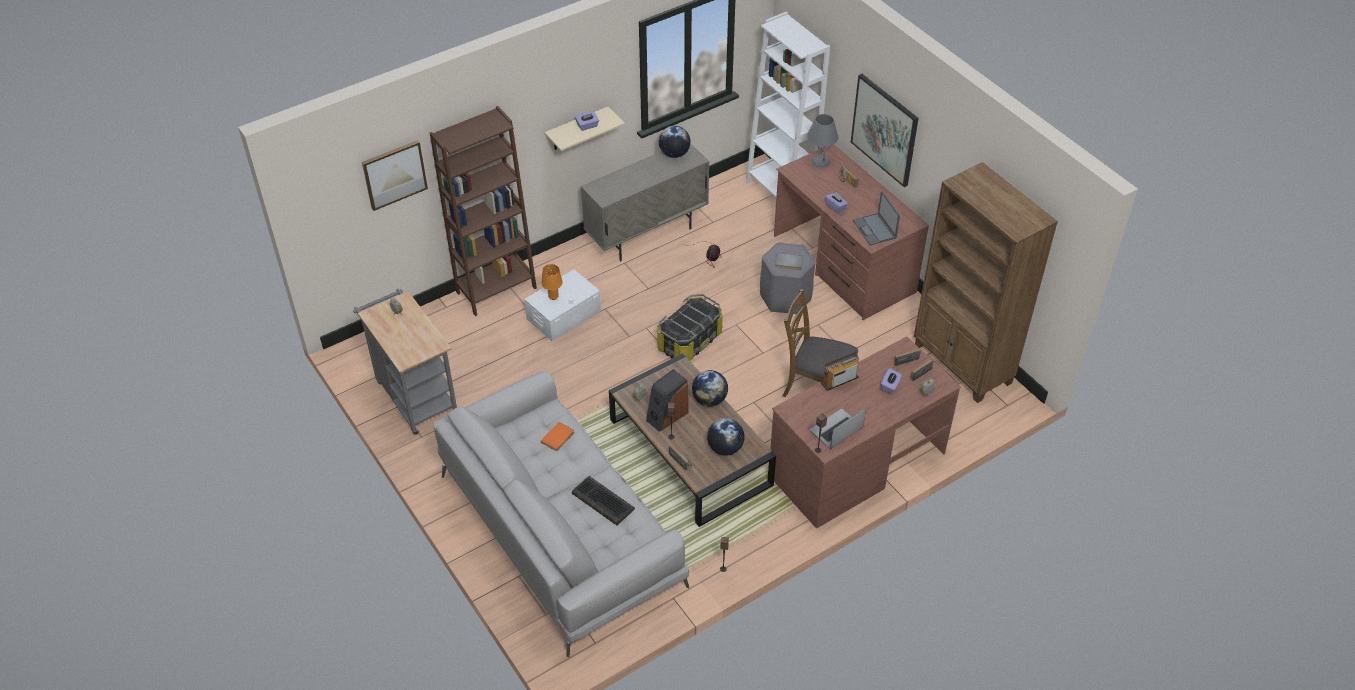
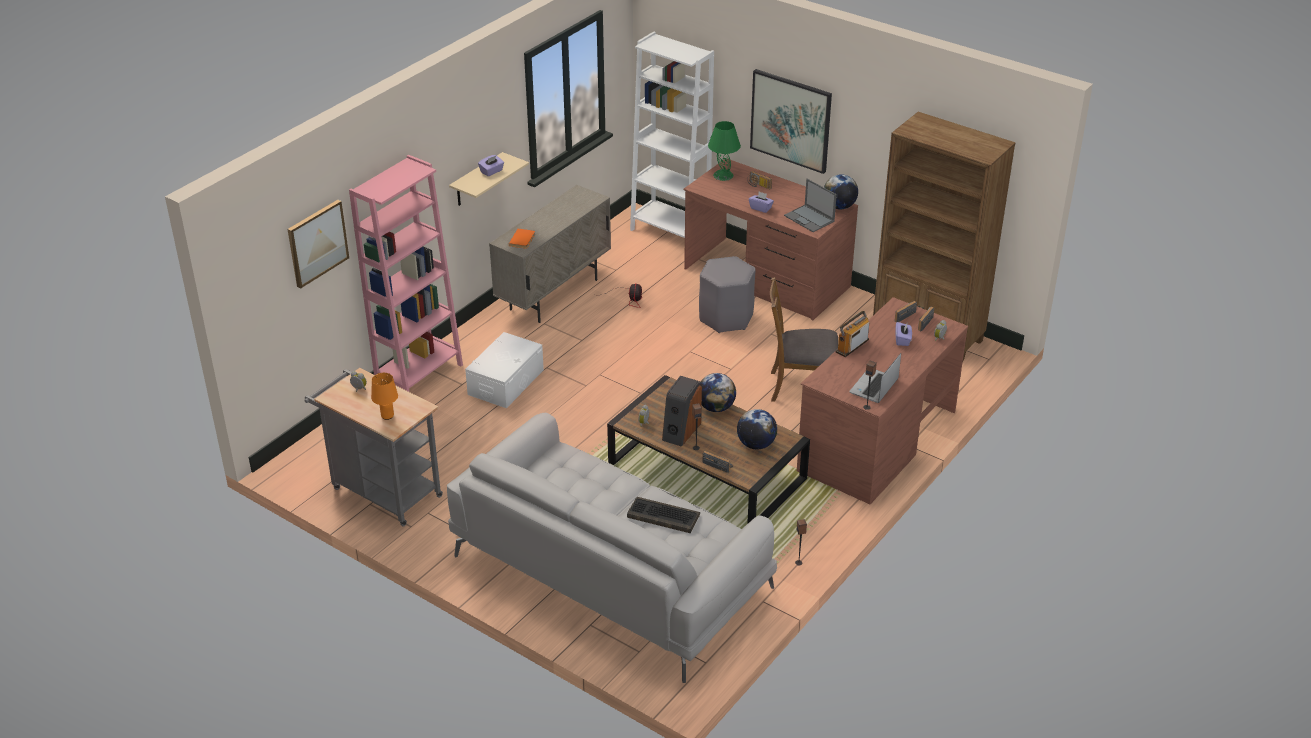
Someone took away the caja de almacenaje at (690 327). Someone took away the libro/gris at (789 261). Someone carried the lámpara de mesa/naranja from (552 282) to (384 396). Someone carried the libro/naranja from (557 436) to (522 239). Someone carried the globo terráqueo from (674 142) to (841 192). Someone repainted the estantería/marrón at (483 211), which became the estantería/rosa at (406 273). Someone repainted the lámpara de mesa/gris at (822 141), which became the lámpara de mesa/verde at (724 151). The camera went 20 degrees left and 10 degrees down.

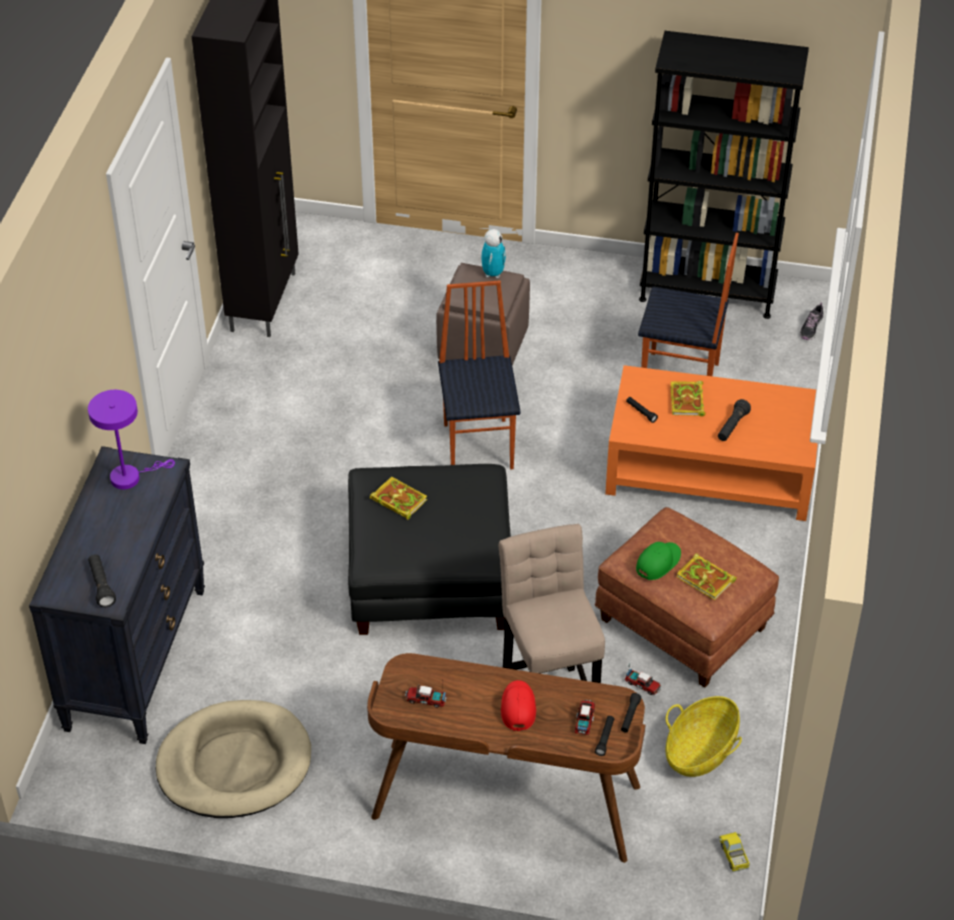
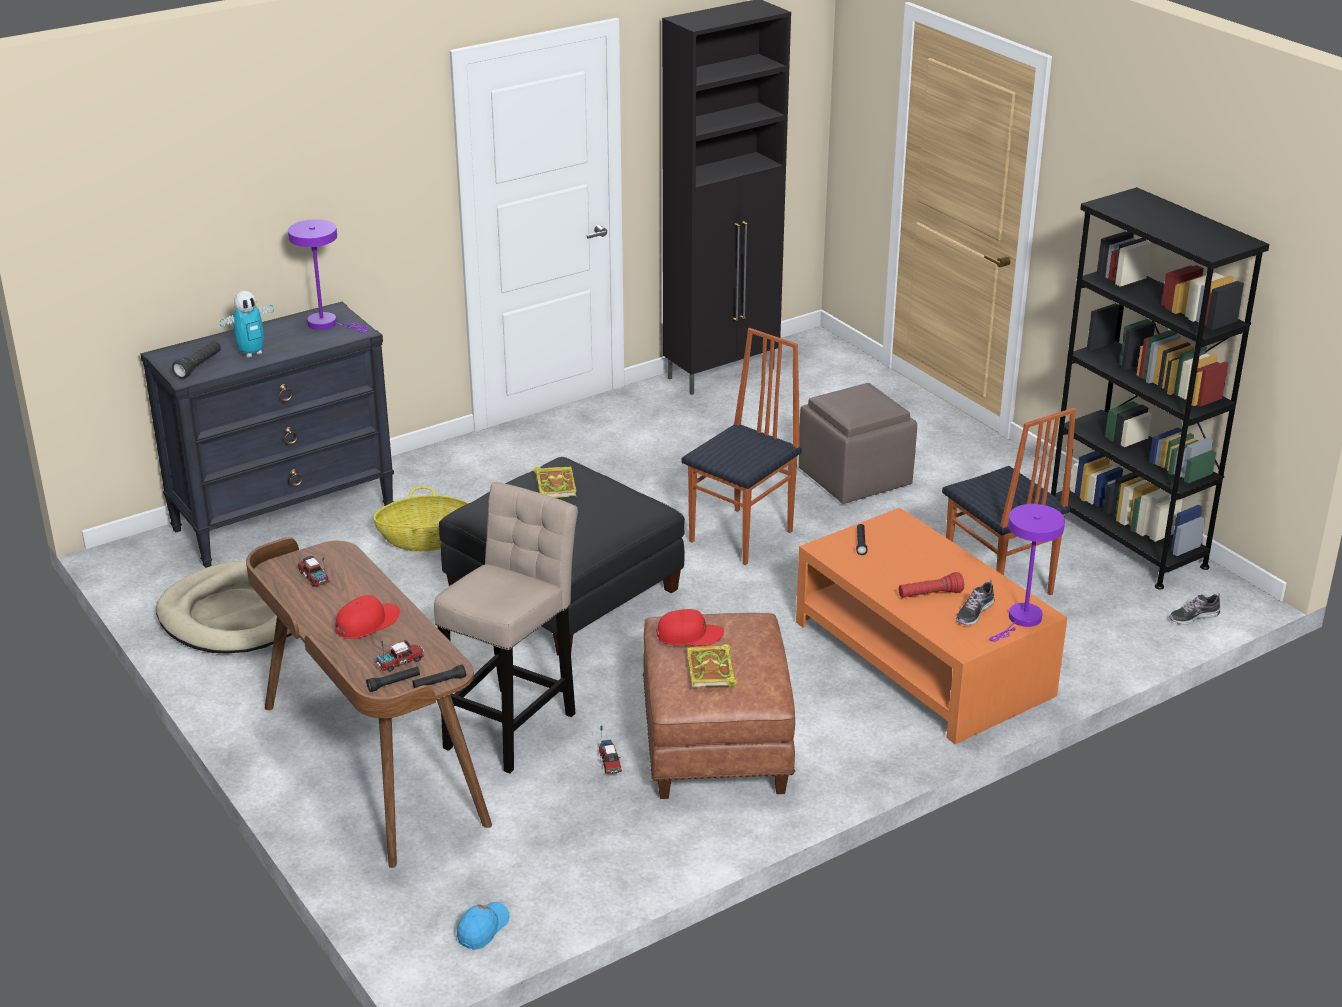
Someone took away the libro at (688 399). Someone put down the zapato at (975 602). Someone put down the lámpara de mesa/morado at (1027 573). Someone carried the robot de juguete from (493 253) to (247 324). Someone carried the cesta from (704 736) to (421 519). Someone swapped the camión de juguete at (734 852) for the gorra/azul at (483 926). Someone repainted the gorra/verde at (658 561), which became the gorra/rojo at (690 627). Someone repainted the linterna/negro at (734 420), which became the linterna/rojo at (931 585). The camera went 45 degrees right and 15 degrees down.

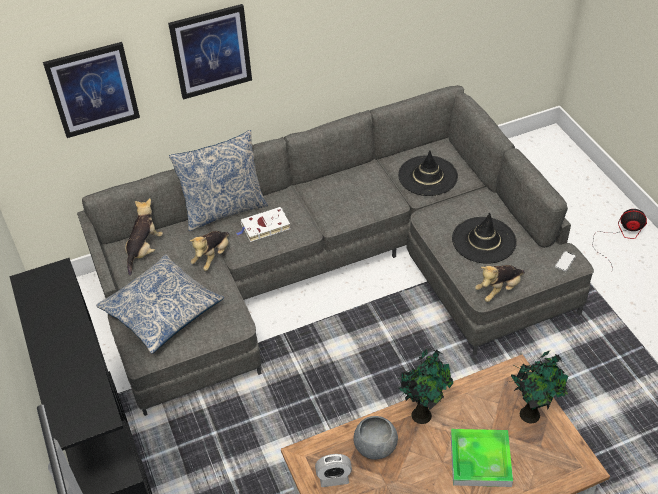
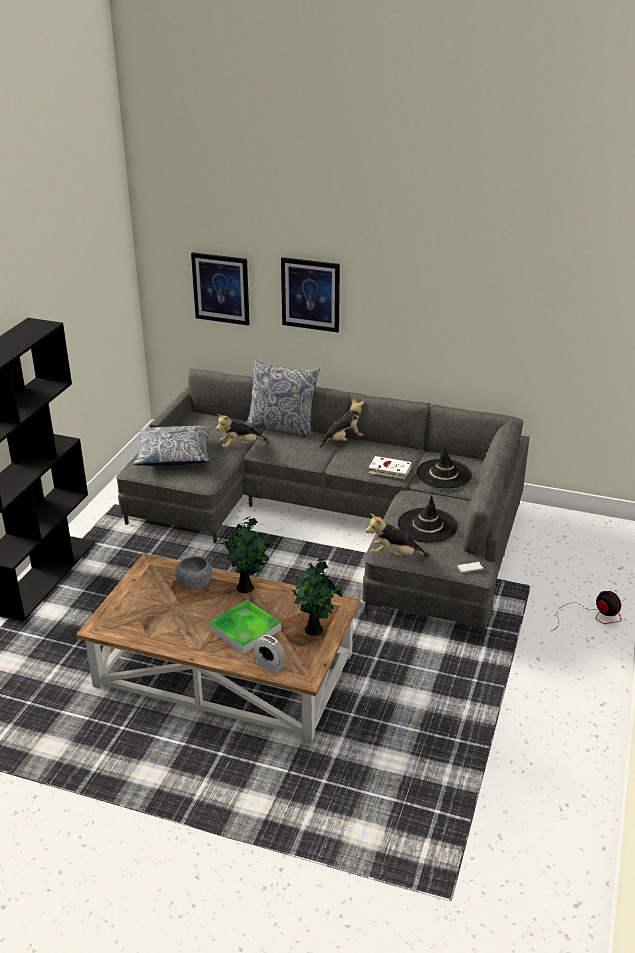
Someone carried the peluche from (144 237) to (341 423). Someone carried the libro/blanco from (264 224) to (388 467). Someone carried the despertador from (333 470) to (269 654). The camera went 40 degrees right and 15 degrees down.

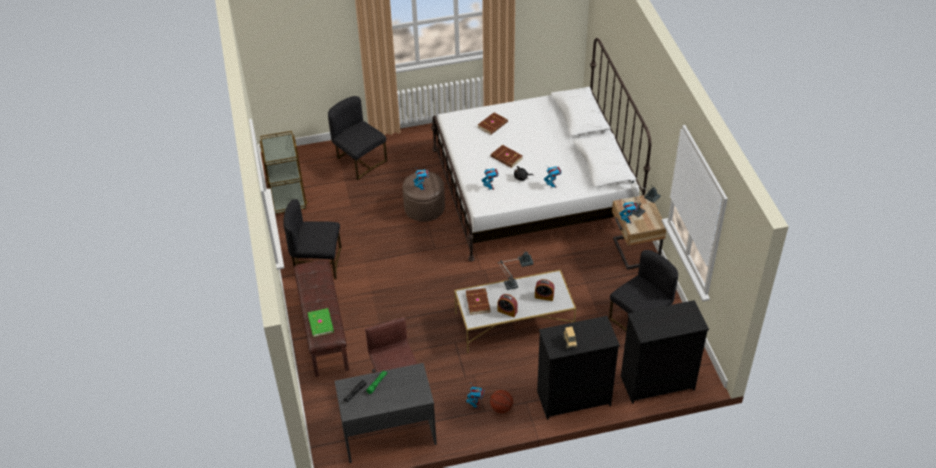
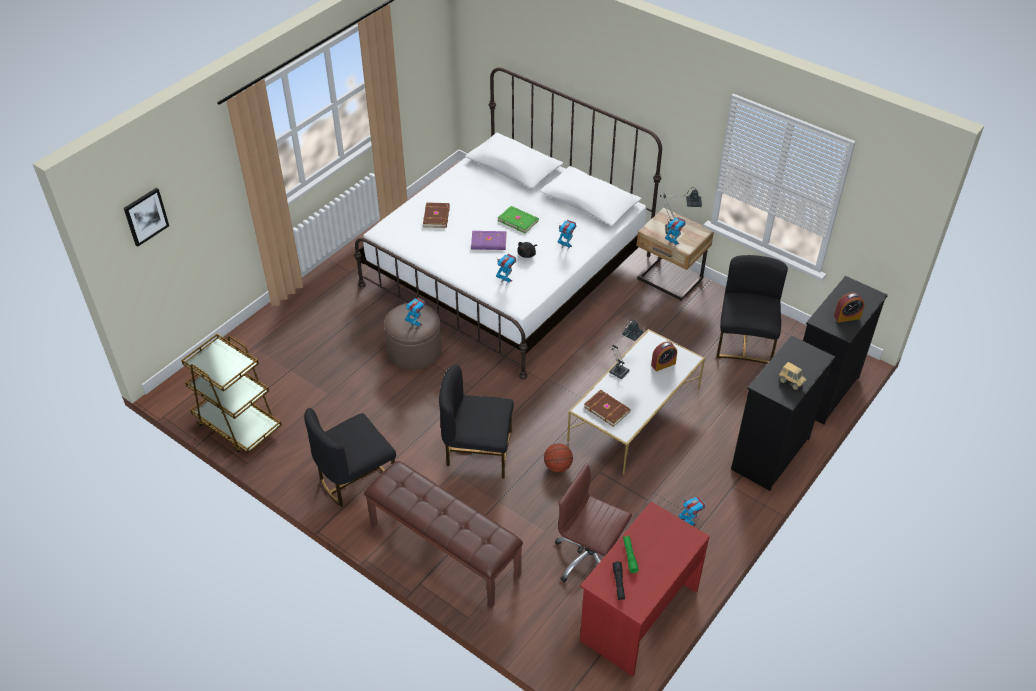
Someone put up the cuadro at (146 217). Someone carried the libro/verde from (321 322) to (518 219). Someone carried the silla/negro from (357 138) to (476 422). Someone carried the balón de baloncesto from (501 401) to (558 457). Someone carried the despertador from (508 305) to (849 308). Someone repainted the escritorio/gris at (385 413), which became the escritorio/rojo at (645 589). Someone repainted the libro/marrón at (507 156), which became the libro/morado at (488 240). The camera went 40 degrees left and 0 degrees up.

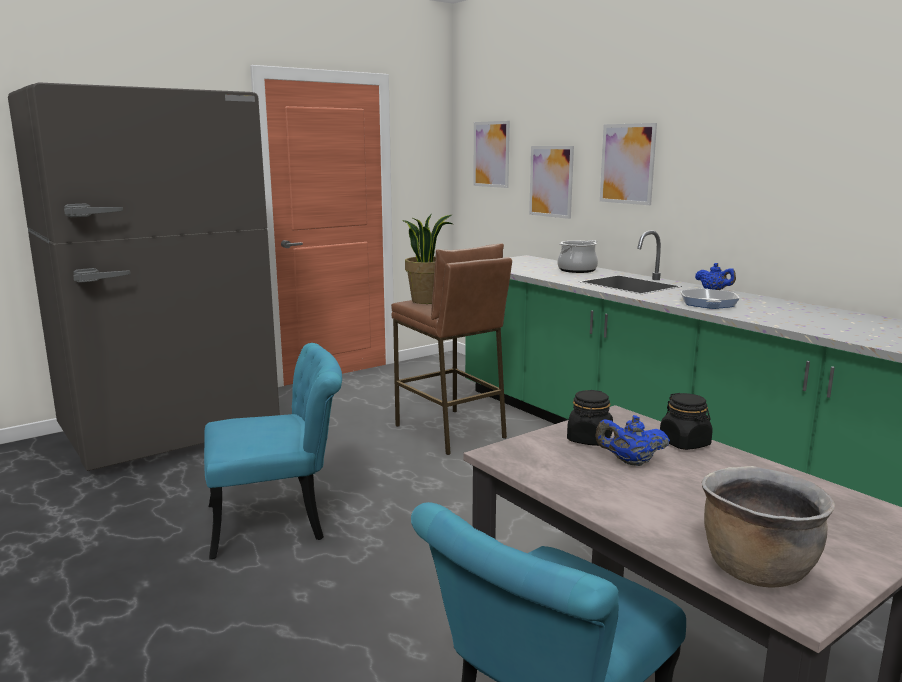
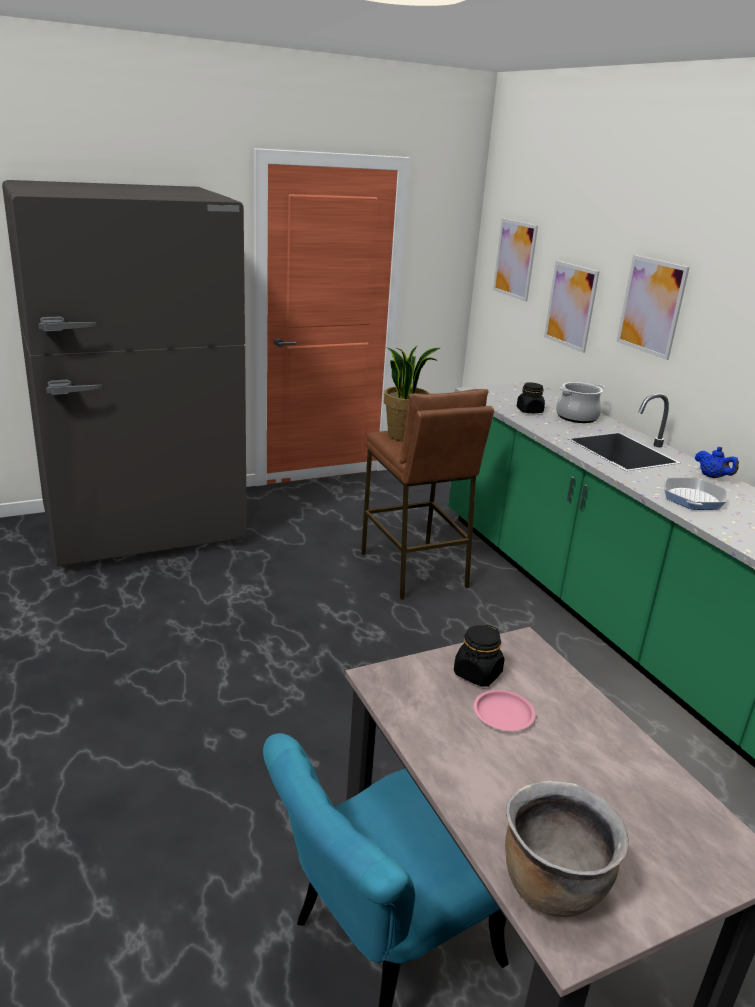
Someone took away the silla/turquesa at (273 451). Someone carried the tarro/negro from (686 421) to (531 397). Someone swapped the tetera/azul at (632 440) for the plato/rosa at (504 710). The camera went 10 degrees right and 10 degrees up.

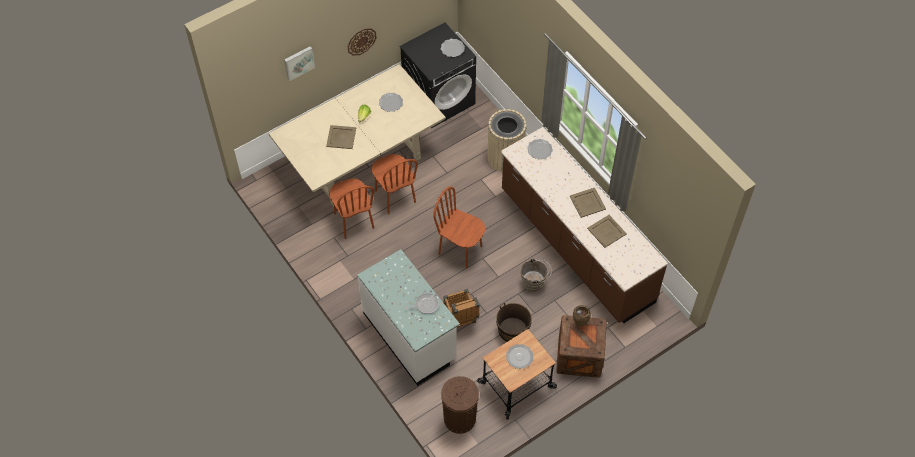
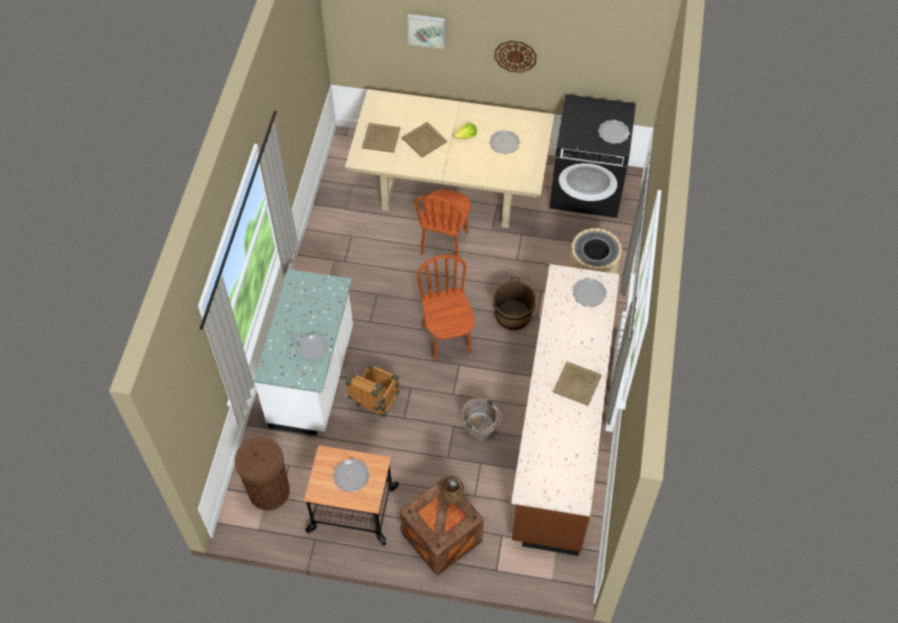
Someone took away the silla/marrón at (351 208). Someone carried the cubo/marrón from (513 322) to (514 304). Someone carried the bandeja/beis from (607 231) to (381 138). The camera went 45 degrees right and 0 degrees up.

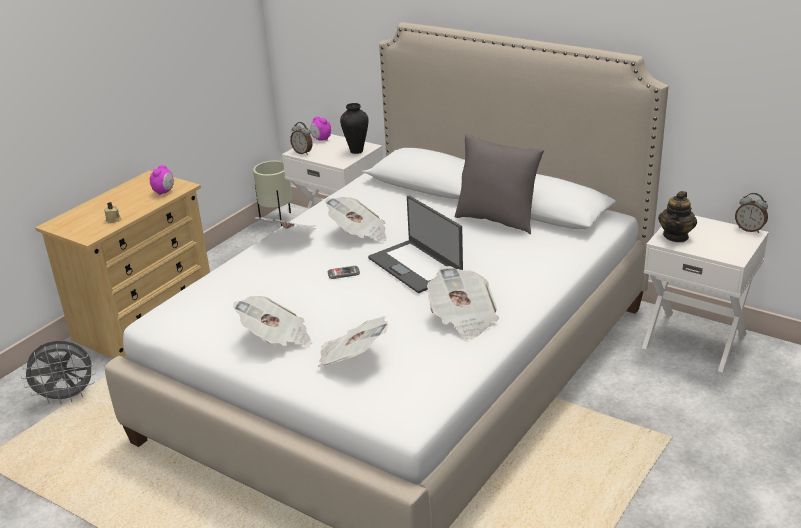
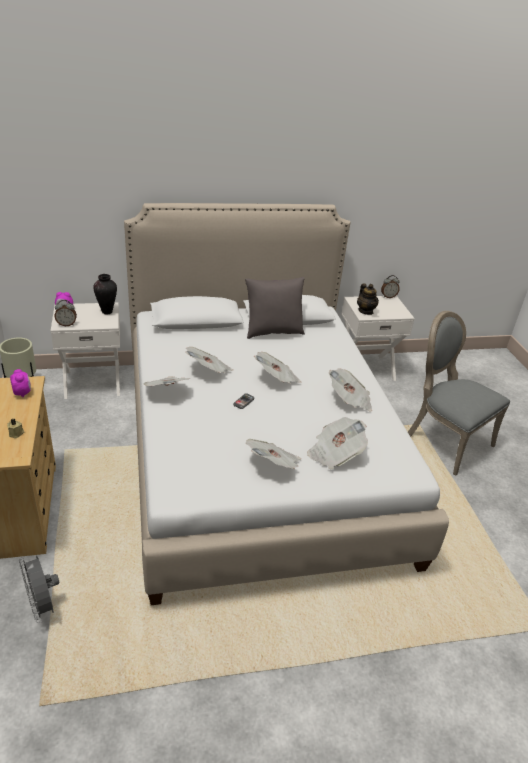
Someone put down the silla/gris at (459 393). Someone swapped the portátil at (415 244) for the periódico at (277 368). Someone rotated the ventilador/gris at (58 372) by 120 degrees clockwise. The camera went 50 degrees left and 5 degrees up.

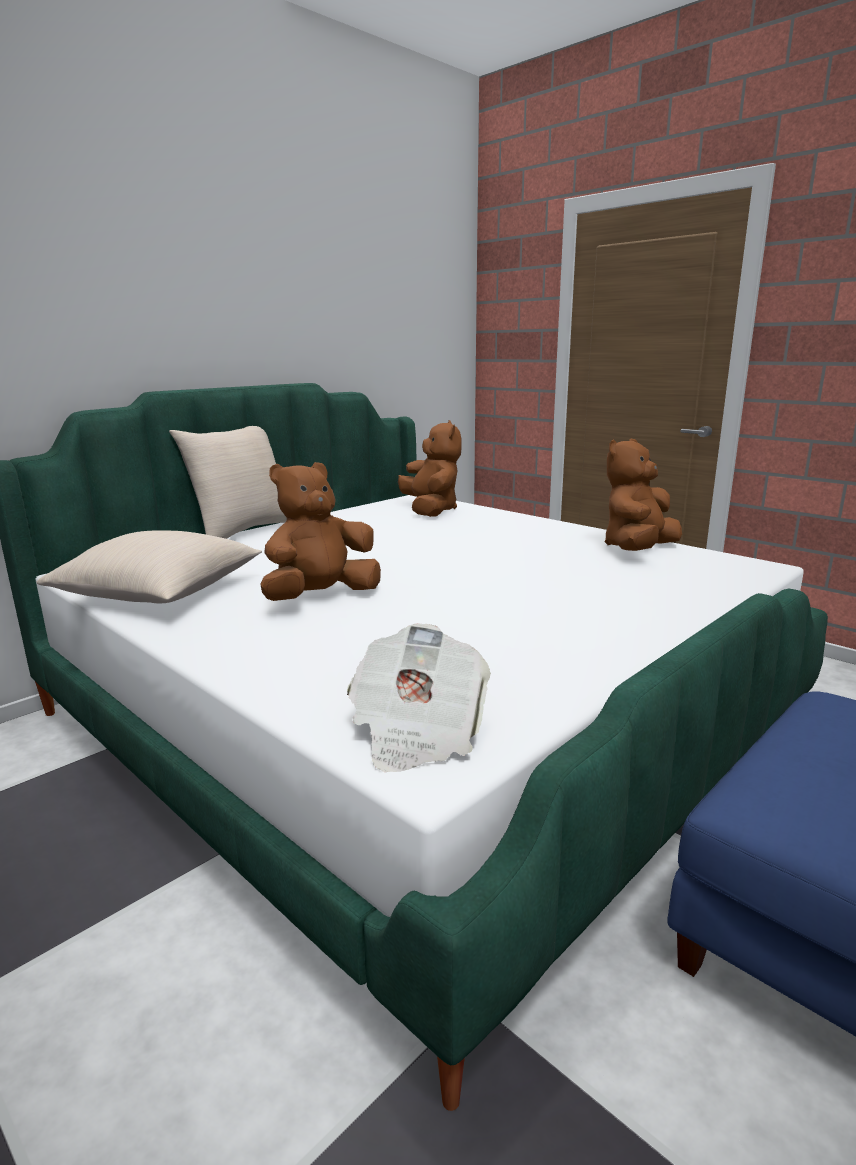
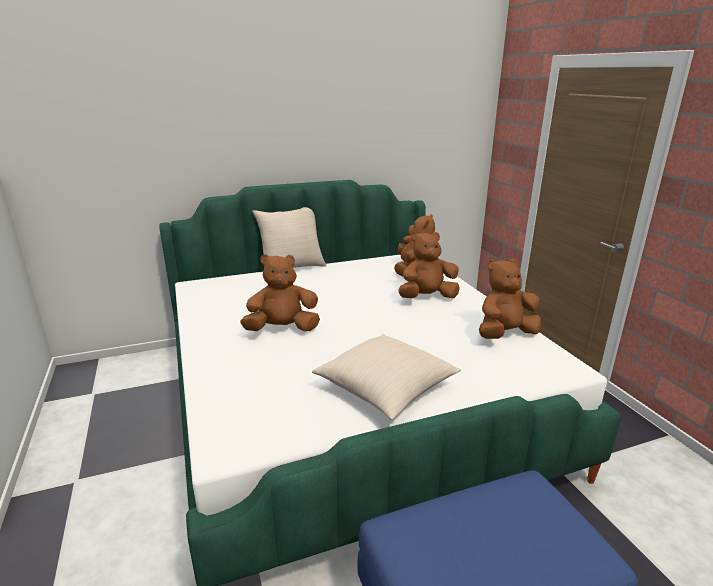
Someone took away the periódico at (419 698). Someone put down the peluche/marrón at (429 265). Someone carried the cojín/beis from (149 566) to (386 377). The camera went 25 degrees right and 5 degrees up.

